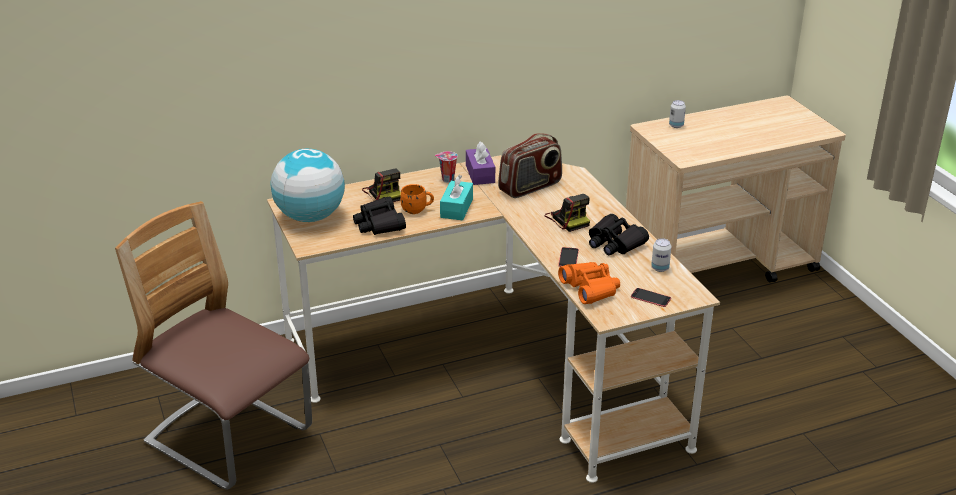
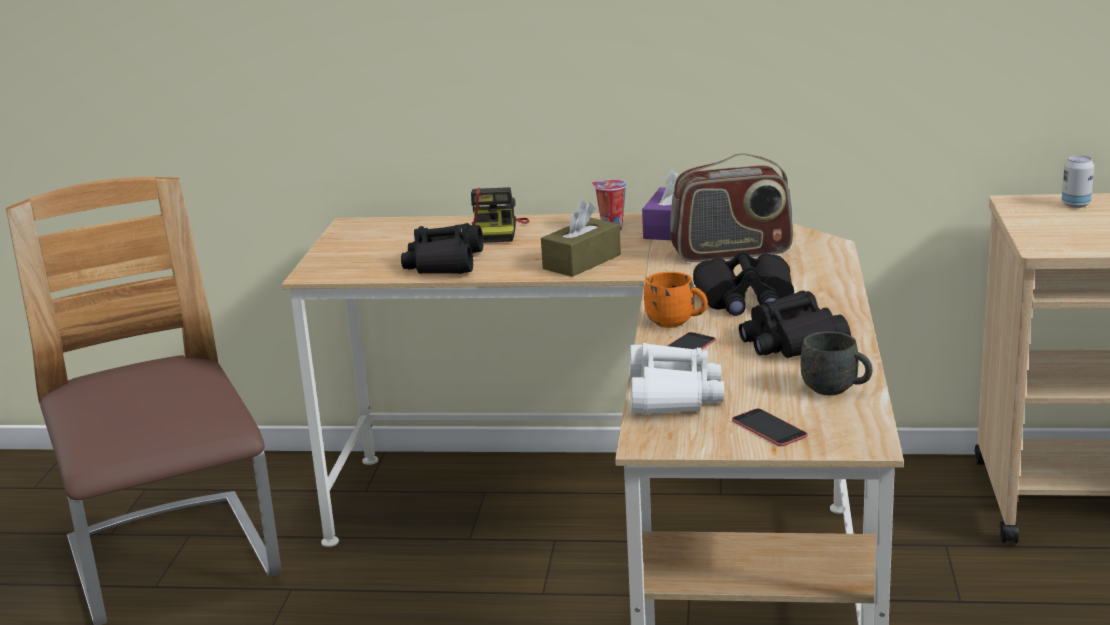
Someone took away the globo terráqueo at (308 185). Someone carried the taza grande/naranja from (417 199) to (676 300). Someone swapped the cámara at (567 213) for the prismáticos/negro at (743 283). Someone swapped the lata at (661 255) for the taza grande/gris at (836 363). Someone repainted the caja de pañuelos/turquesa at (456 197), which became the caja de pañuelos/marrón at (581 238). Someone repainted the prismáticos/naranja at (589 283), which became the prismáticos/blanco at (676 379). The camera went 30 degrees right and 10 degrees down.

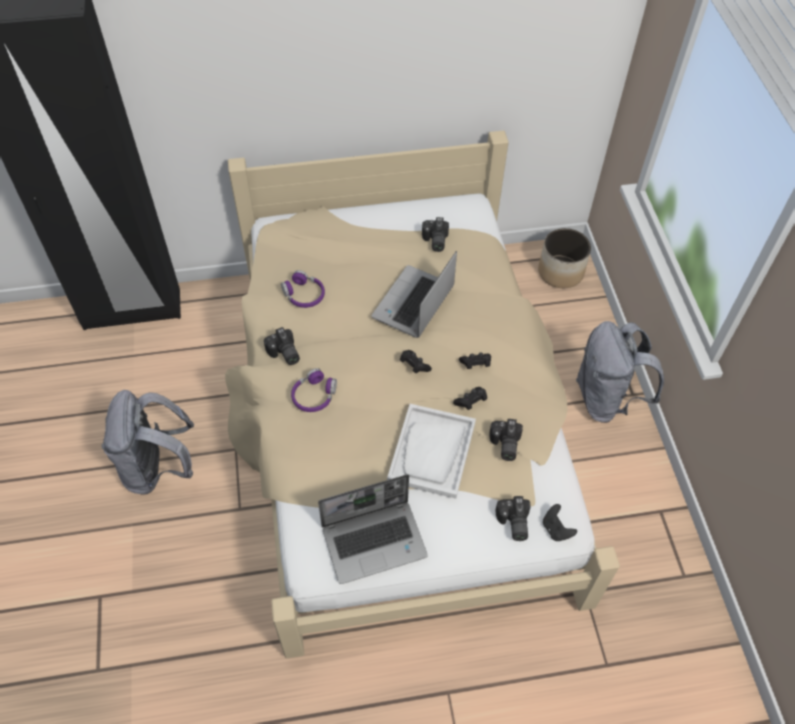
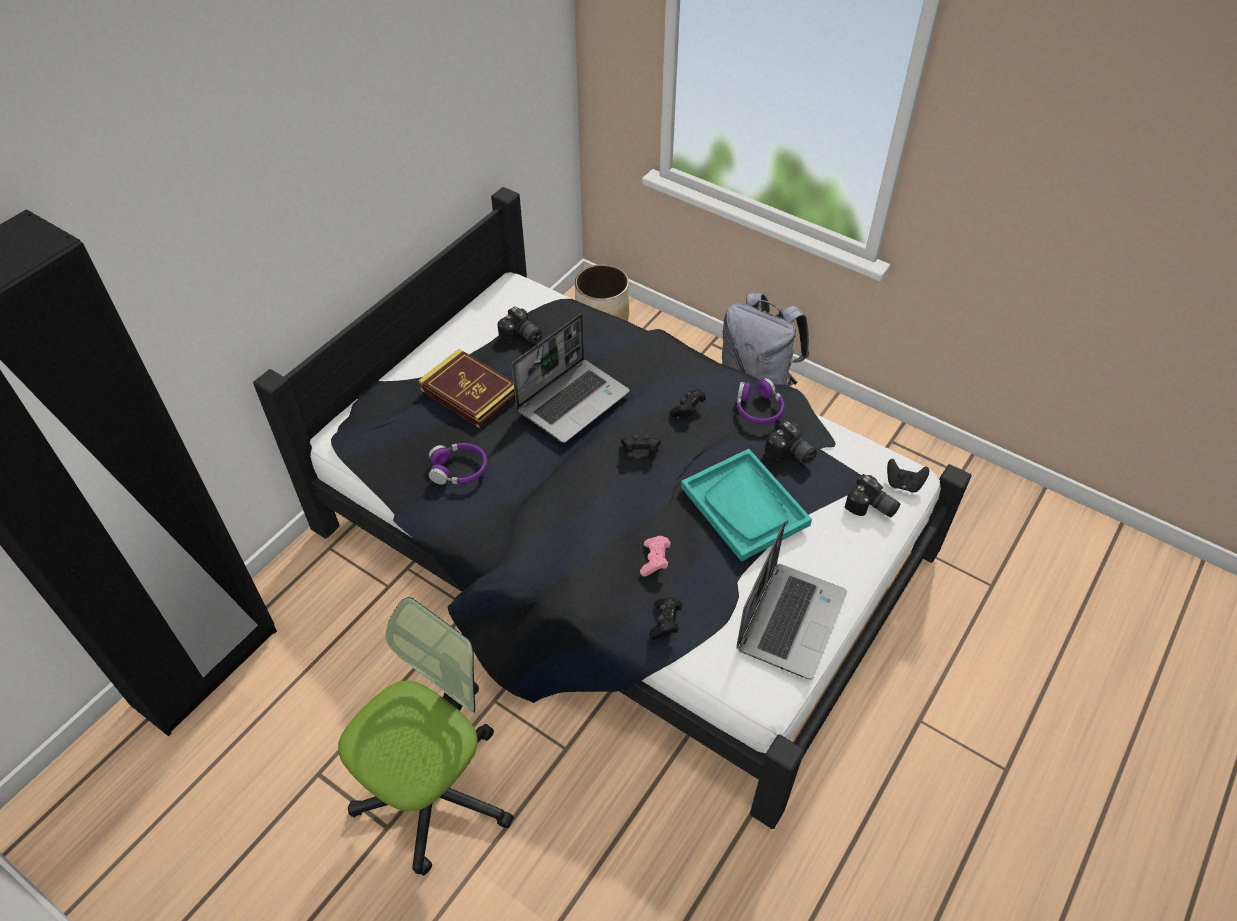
Someone took away the cámara at (282 346). Someone put down the libro at (466 388). Someone put down the mando de consola/rosa at (655 556). Someone carried the auriculares/morado from (314 390) to (761 401). Someone carried the mando de consola/negro from (470 398) to (665 618). Someone swapped the mochila/gris at (147 442) for the silla de oficina at (426 736). Someone repainted the cama/beis at (422 395), which became the cama/negro at (612 508). Someone repainted the bandeja/blanco at (431 451), which became the bandeja/turquesa at (746 505). Someone rotated the portátil at (414 294) by 120 degrees counterclockwise. The camera went 45 degrees left and 5 degrees down.

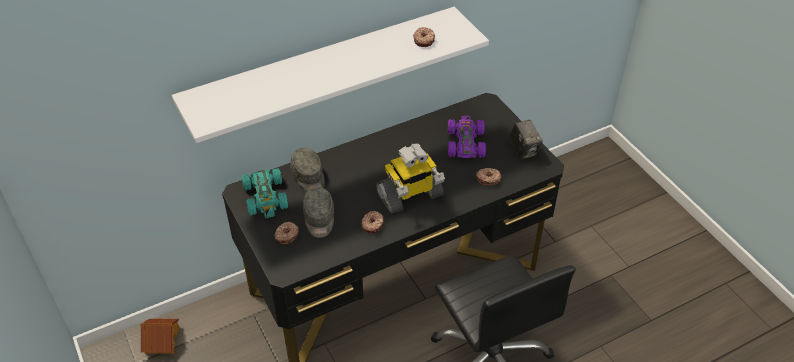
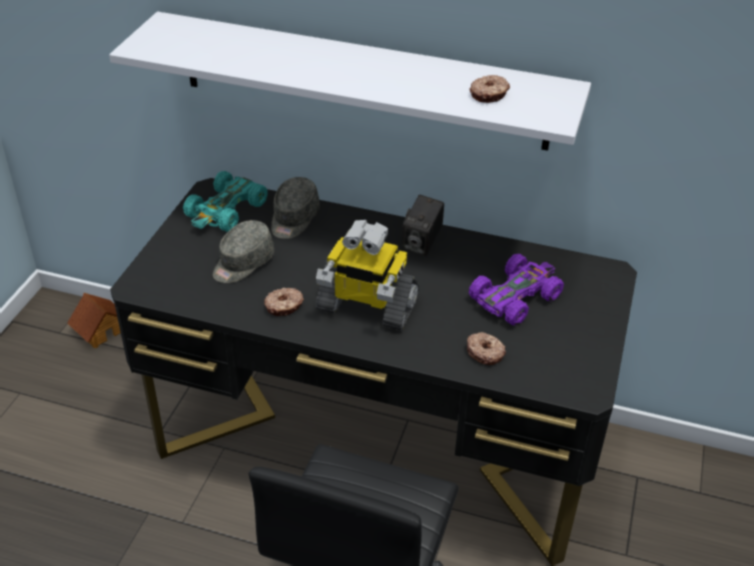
Someone took away the rosquilla at (286 233). Someone carried the cámara from (526 139) to (423 225). The camera went 45 degrees right and 5 degrees down.

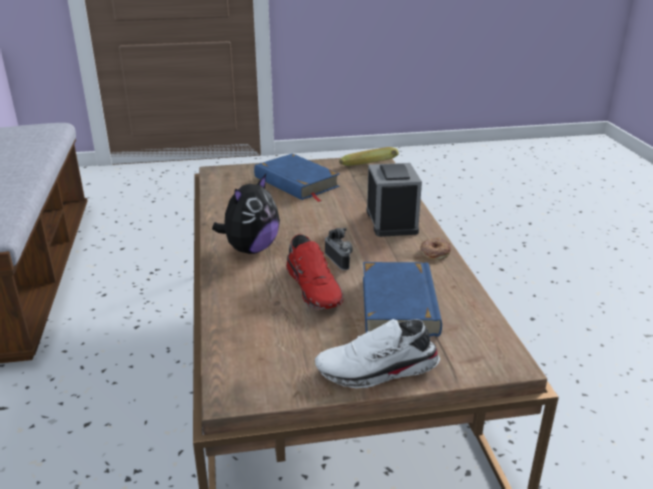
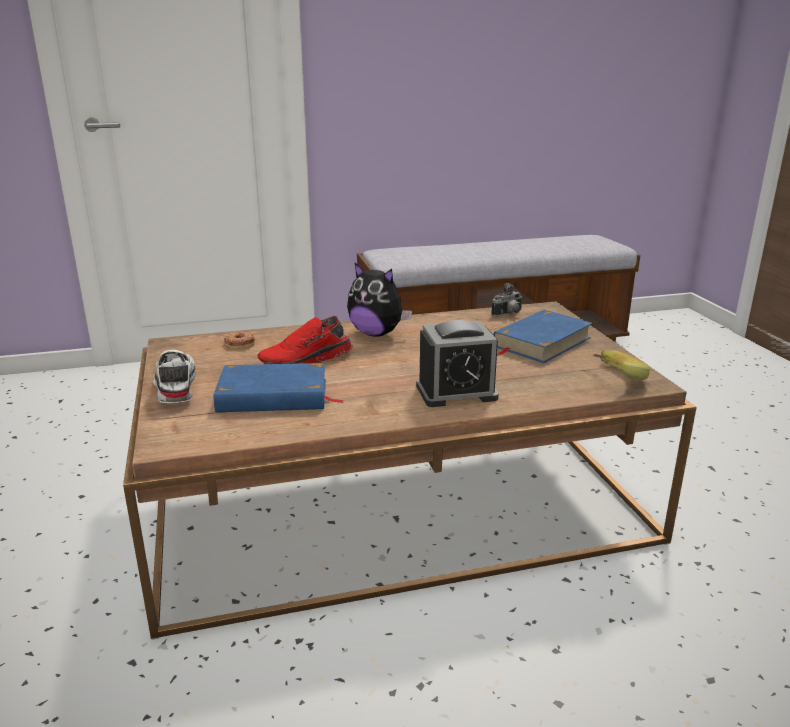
Someone carried the cámara from (339 249) to (507 300). Someone carried the rosquilla from (435 249) to (239 340). The camera went 85 degrees right and 5 degrees down.

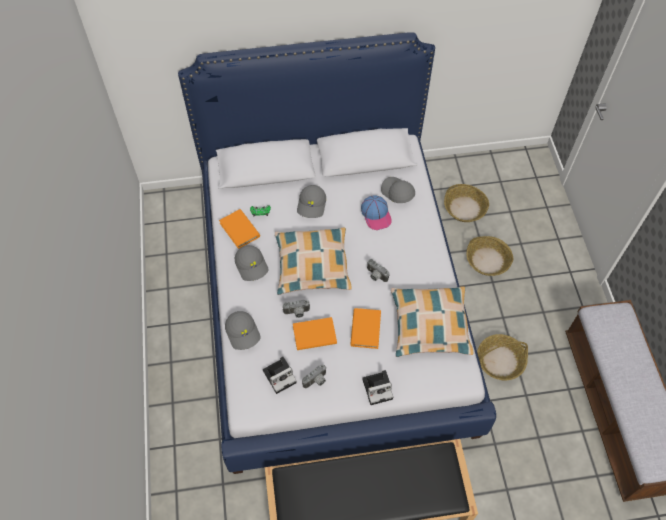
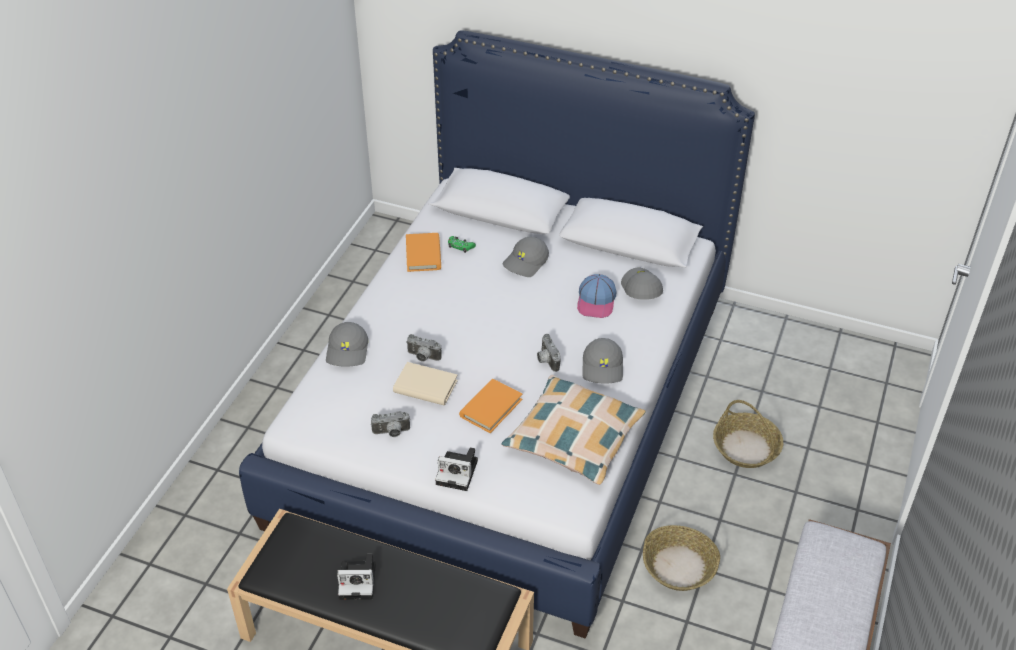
Someone took away the cojín at (313 261). Someone took away the cesta at (466 203). Someone carried the gorra/gris from (252 263) to (602 361). Someone carried the cámara from (280 375) to (356 576). Someone repainted the libro/naranja at (315 333), which became the libro/beis at (425 384). The camera went 30 degrees right and 15 degrees down.

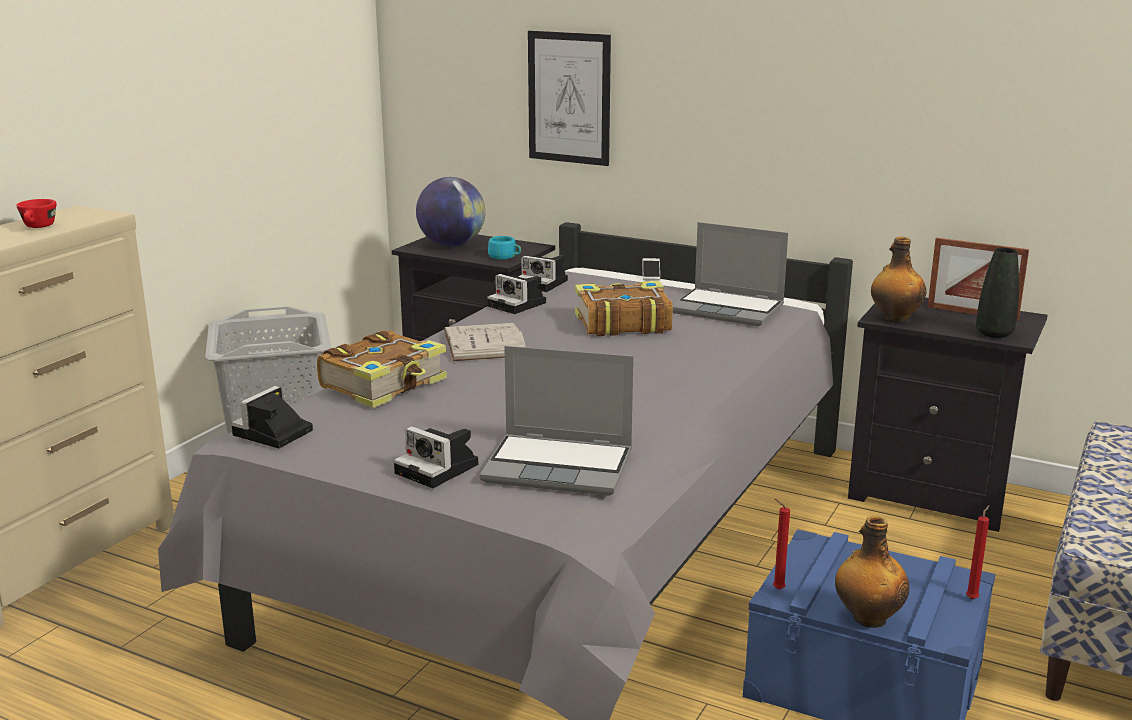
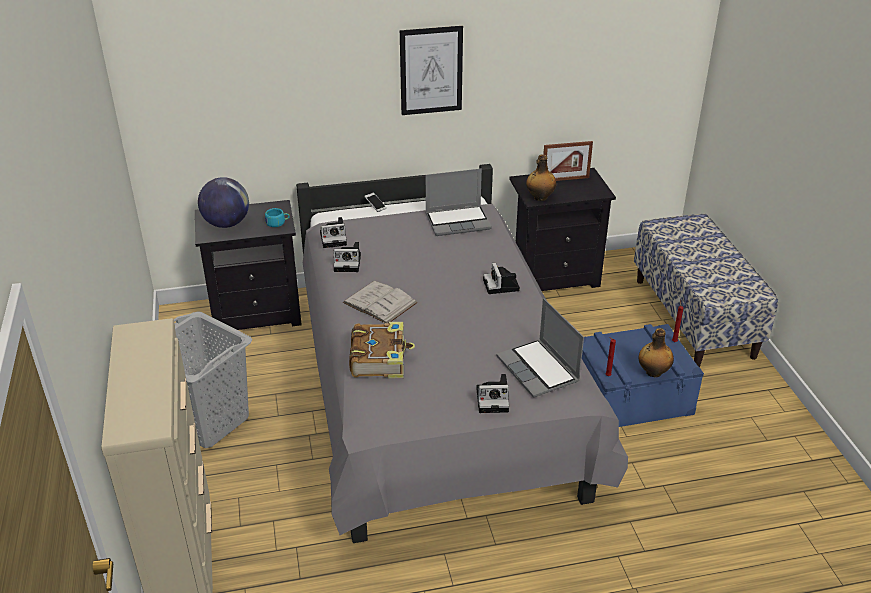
Someone took away the taza/rojo at (36 213). Someone took away the libro at (624 308). Someone took away the florero/negro at (997 293). Someone carried the cámara from (272 417) to (501 278). Someone carried the cuadro from (569 98) to (431 70). Someone rotated the portátil at (556 421) by 90 degrees clockwise. The camera went 40 degrees left and 15 degrees up.

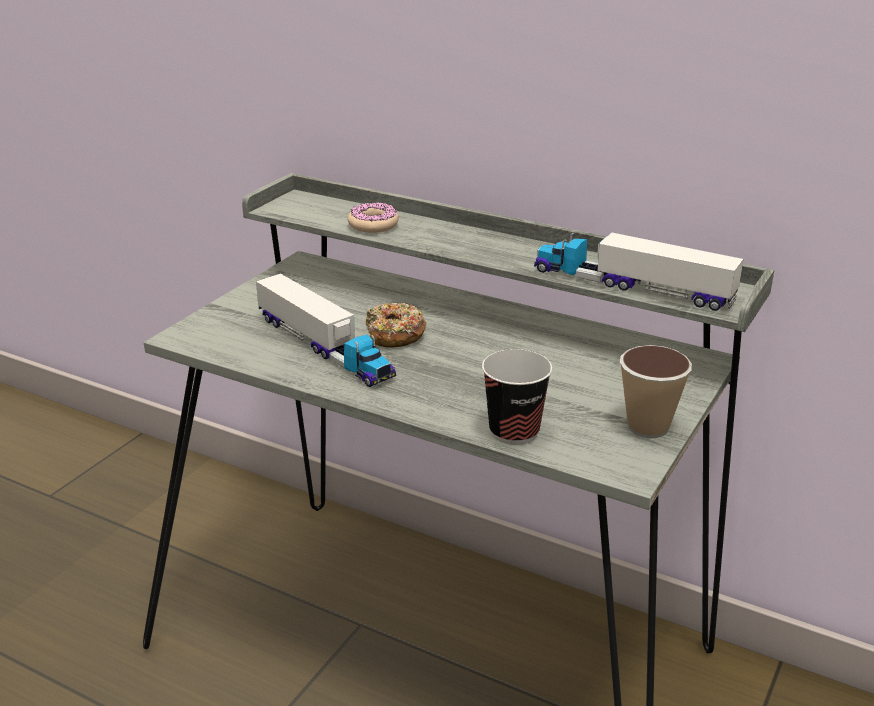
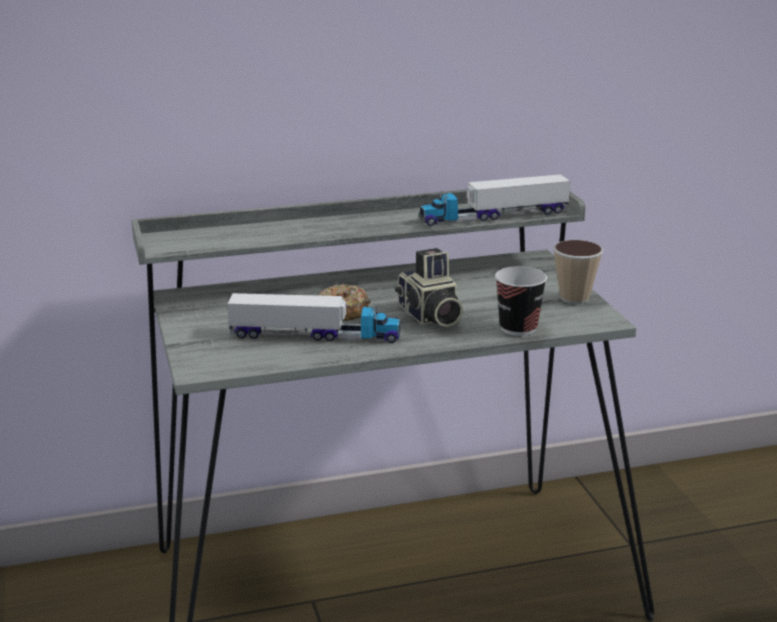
Someone took away the rosquilla at (373 217). Someone put down the cámara at (429 287). The camera went 45 degrees left and 5 degrees down.

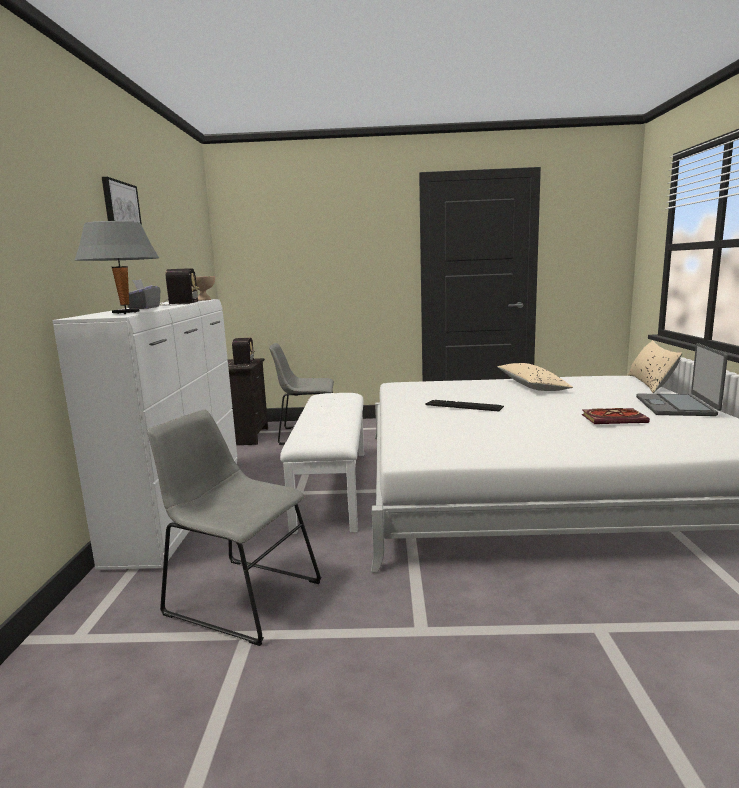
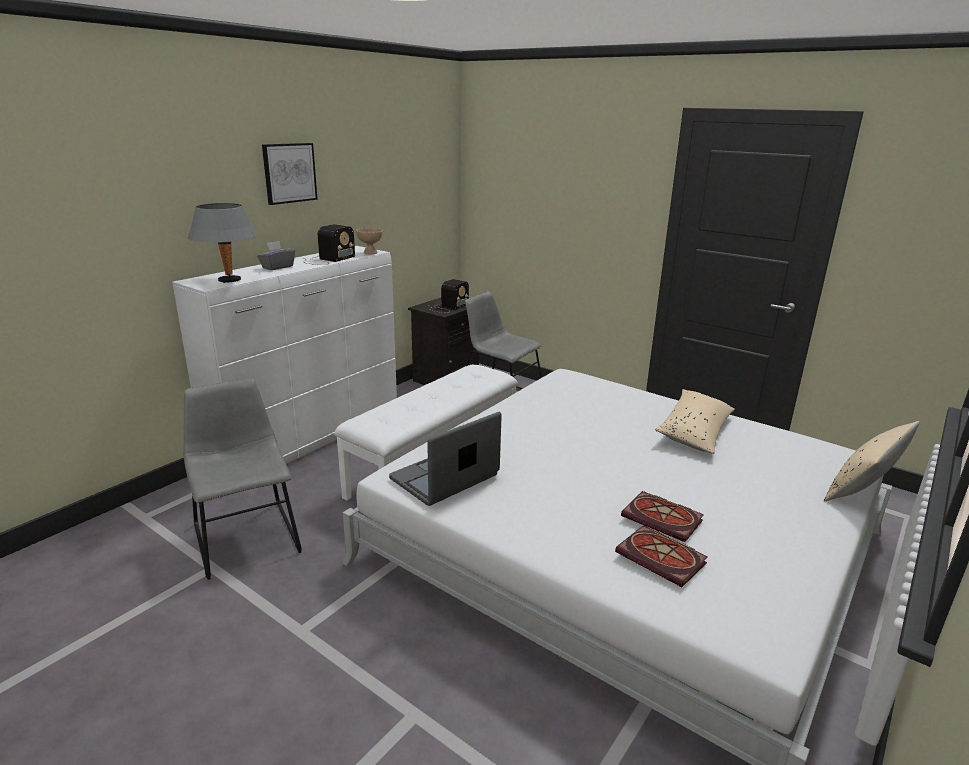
Someone took away the teclado at (464 406). Someone put down the libro at (661 556). Someone carried the portátil from (682 379) to (445 459). The camera went 35 degrees right and 10 degrees up.

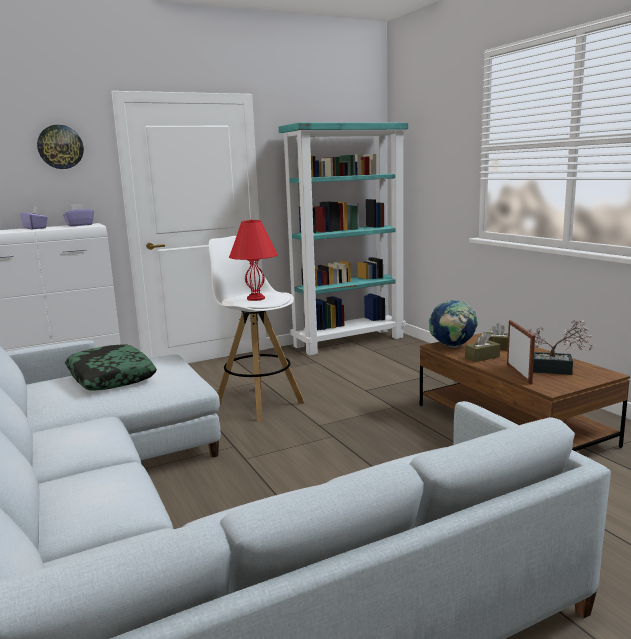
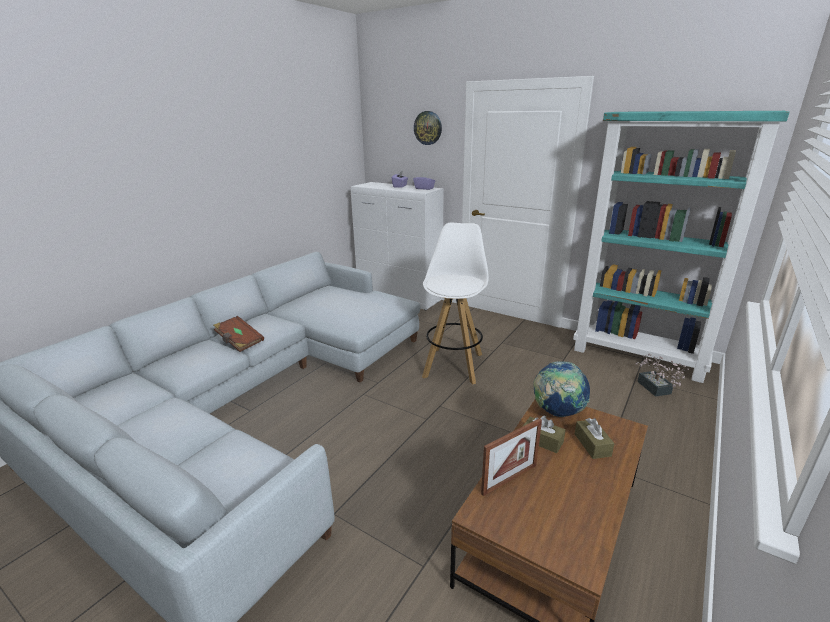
Someone took away the cojín at (111 367). Someone took away the lámpara de mesa/rojo at (253 260). Someone put down the libro/marrón at (238 334). Someone carried the planta en maceta from (561 347) to (662 375). The camera went 60 degrees right and 10 degrees up.

